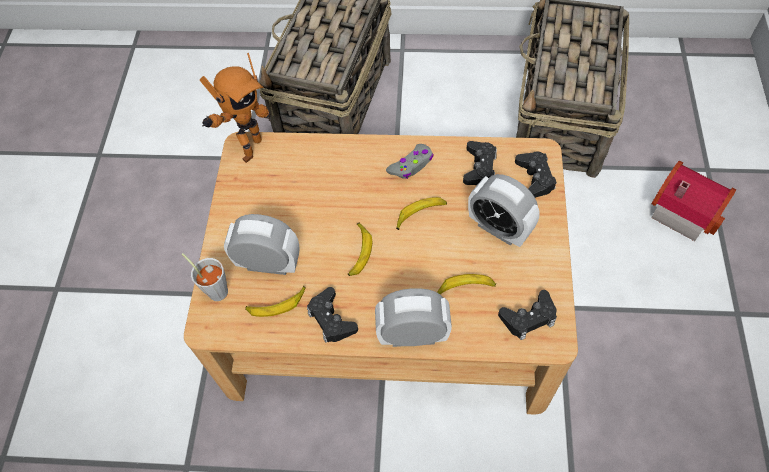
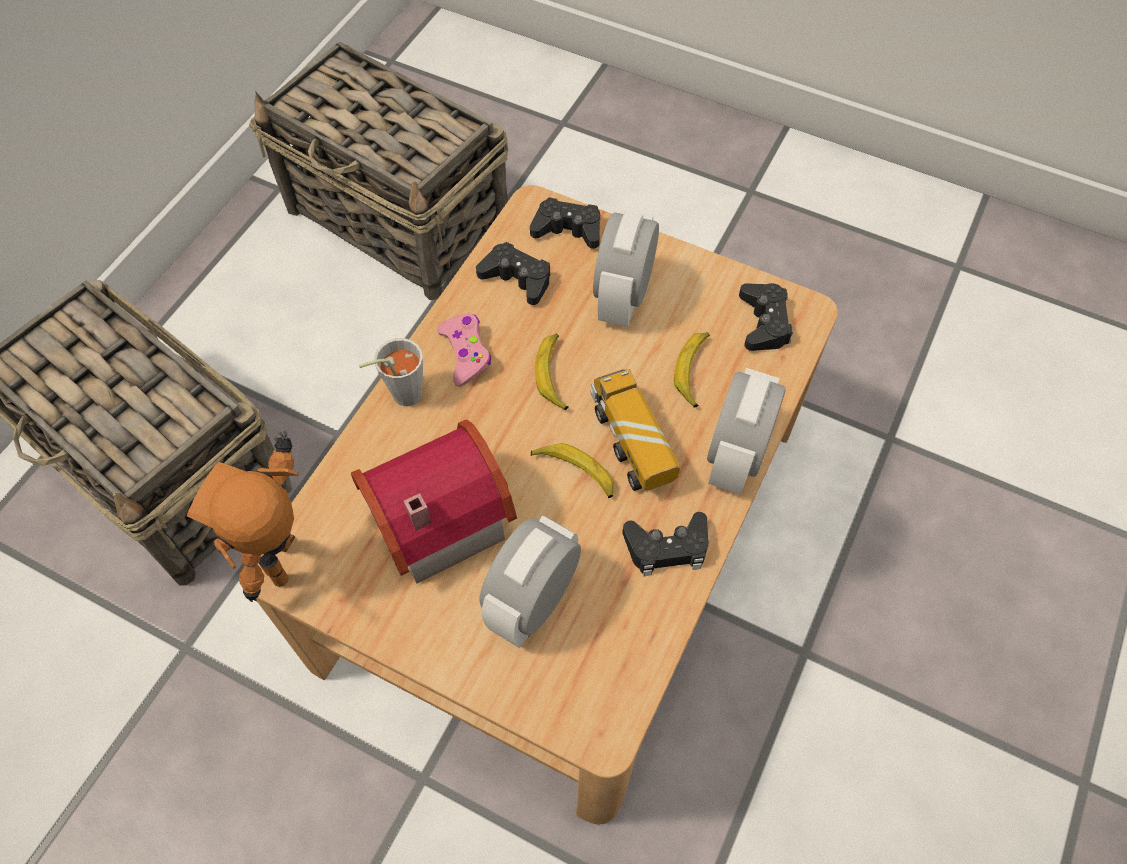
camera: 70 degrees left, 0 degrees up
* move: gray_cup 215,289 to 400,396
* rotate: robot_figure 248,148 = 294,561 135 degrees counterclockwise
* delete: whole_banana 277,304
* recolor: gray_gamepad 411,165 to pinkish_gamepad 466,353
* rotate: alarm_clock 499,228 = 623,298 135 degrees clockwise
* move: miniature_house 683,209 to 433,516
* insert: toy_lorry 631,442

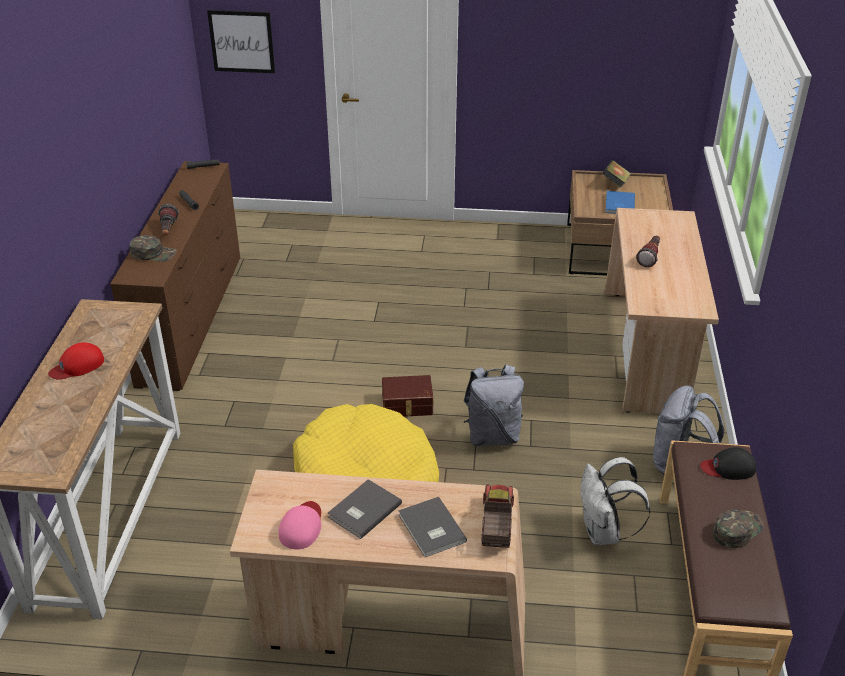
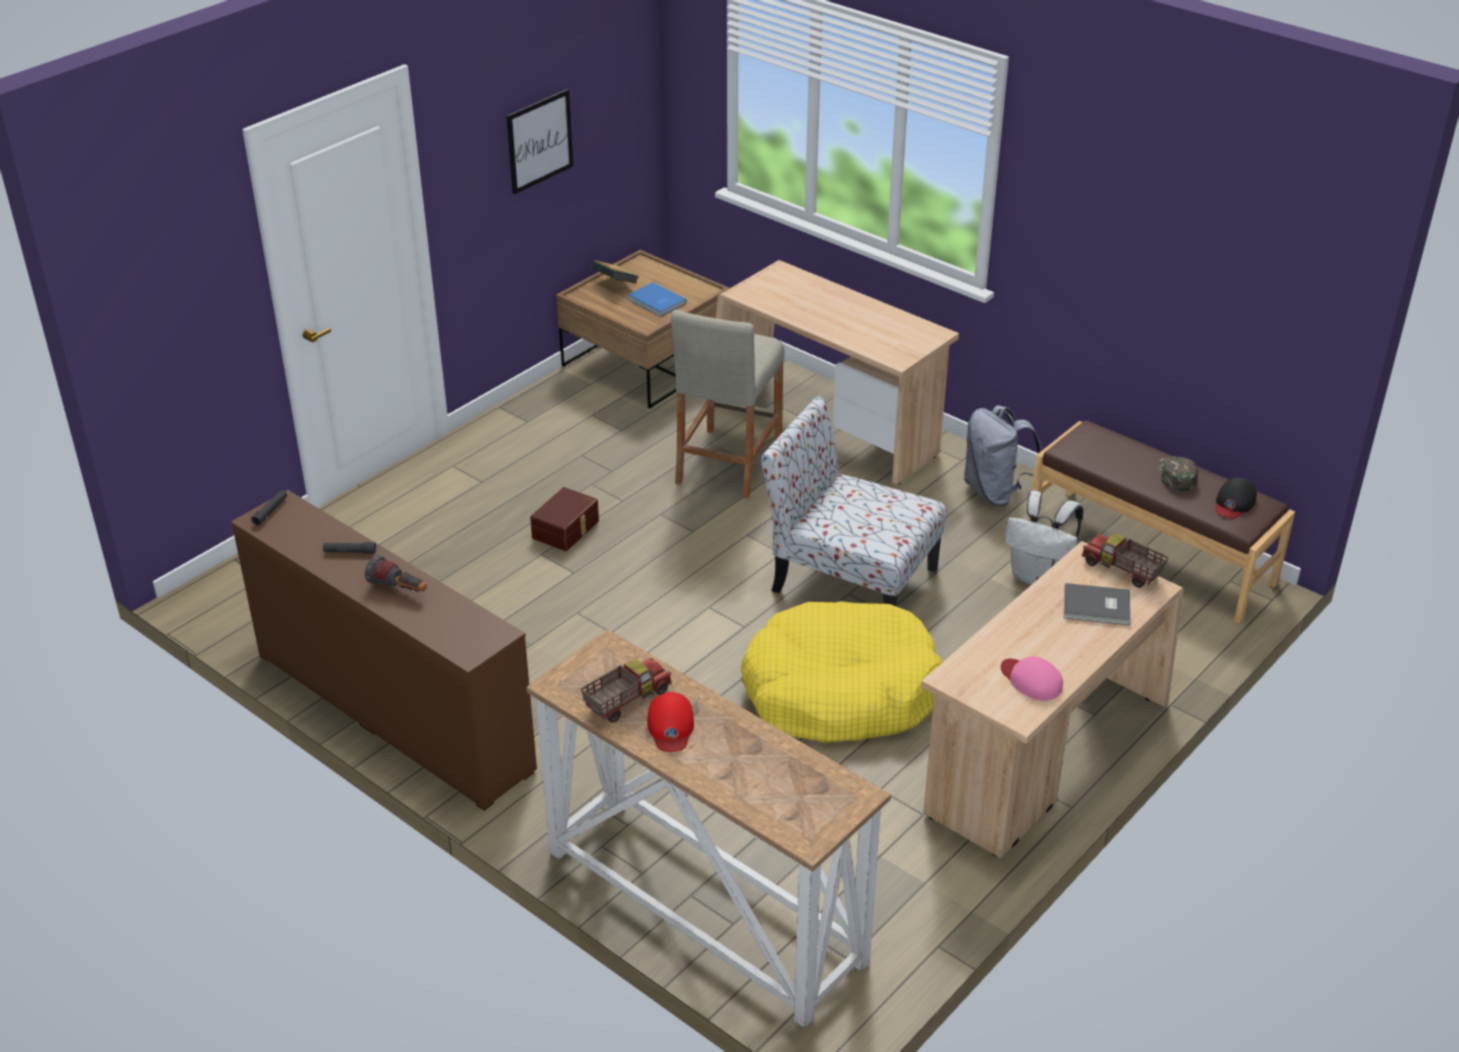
camera: 55 degrees left, 0 degrees up
* delete: green_cap 153,253
* move: picture 242,41 to 539,141
* delete: gray_book 362,510
* move: brown_storage_box 407,405 to 567,530
* replace: gray_backpack 492,436 to upright_chair 850,579
* delete: hand_torch 650,257
* move: black_cap 728,467 to 1234,503
* insert: toy_lorry 626,700
* insert: beige-coloured_sitting_stool 728,463

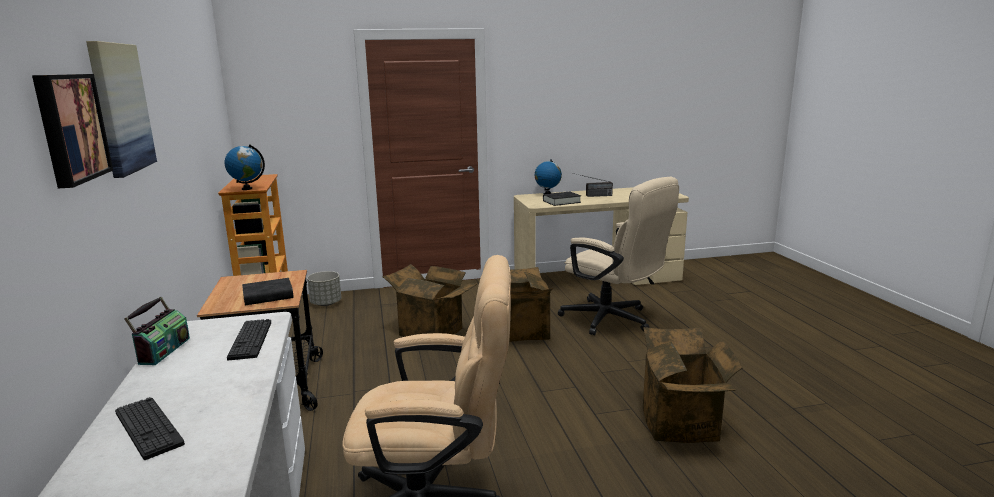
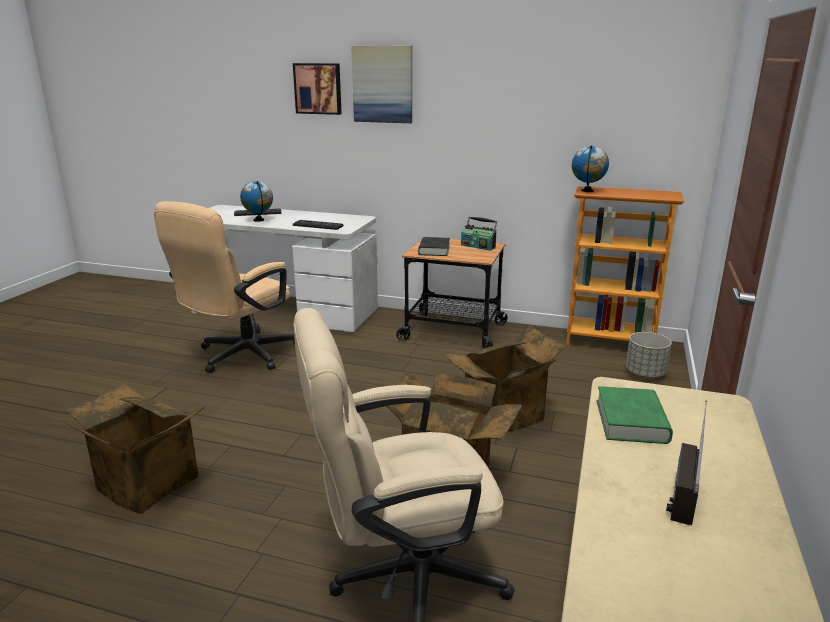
camera: 120 degrees right, 5 degrees up
* move: radio 163,351 to 478,246
* move: desk_globe 547,194 to 259,220
* recolor: black_book 561,201 to green_book 631,421

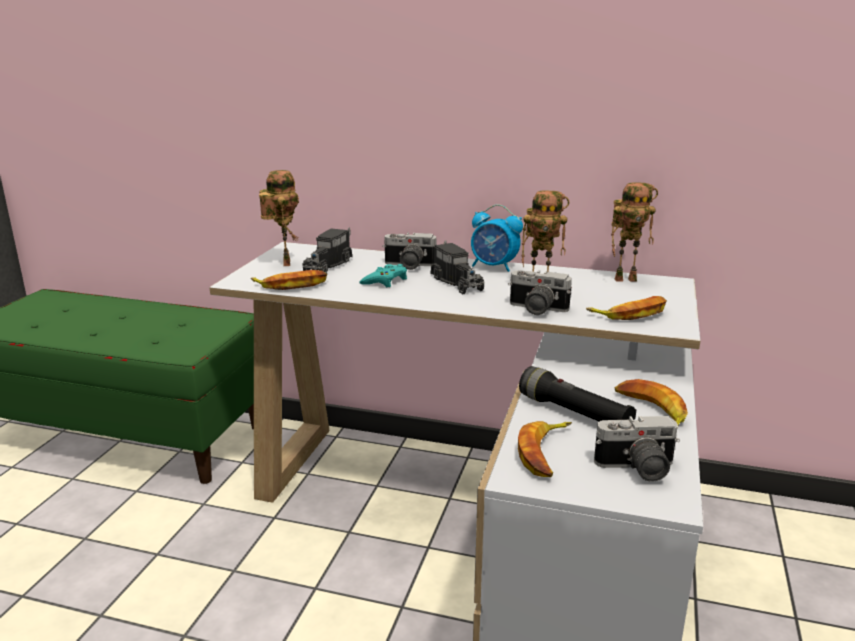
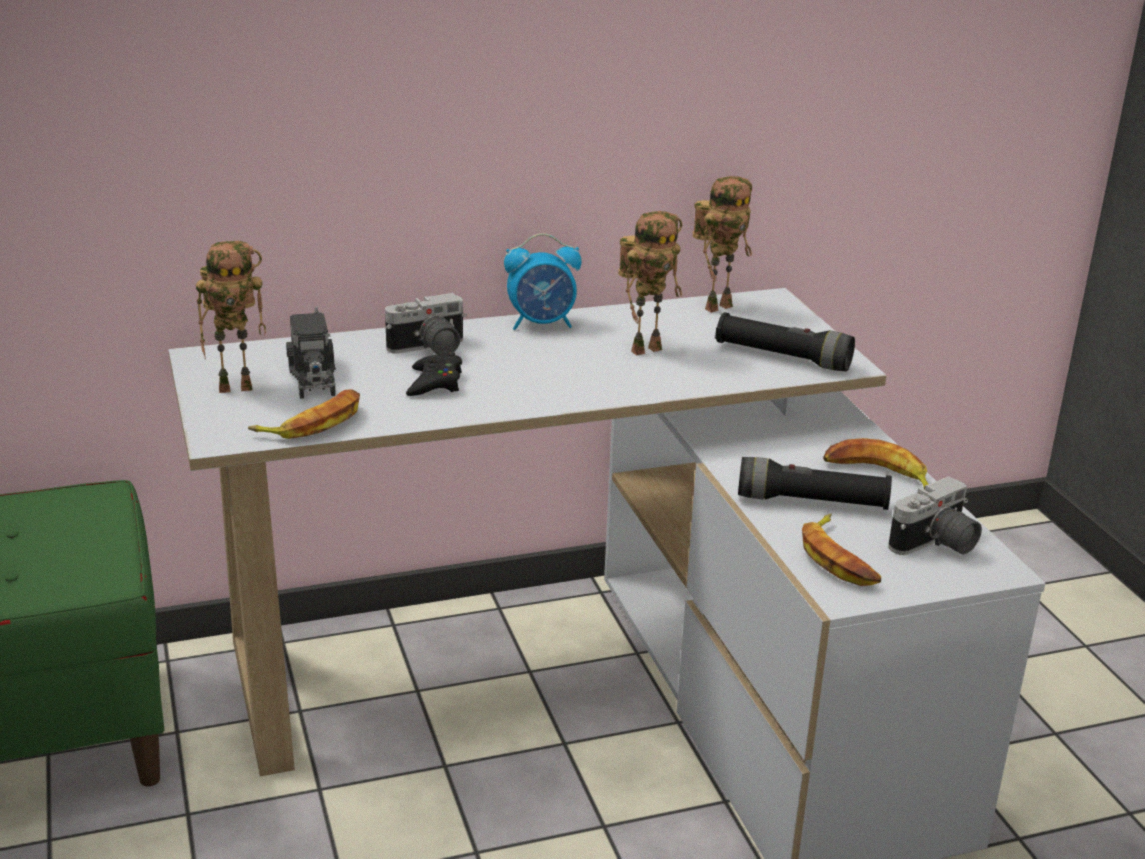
camera: 35 degrees left, 5 degrees up
* rotate: robot_figure 284,262 = 238,387 120 degrees clockwise
* recolor: turquoise_gamepad 385,281 to black_gamepad 435,382
* delete: toy_lorry 456,282
* delete: still_camera 536,310
* replace: whole_banana 630,314 to black_hand_torch 782,357

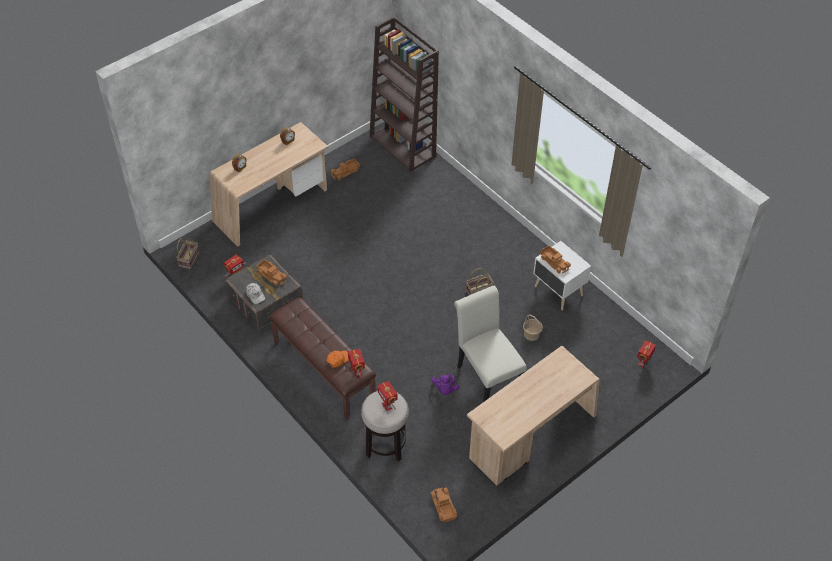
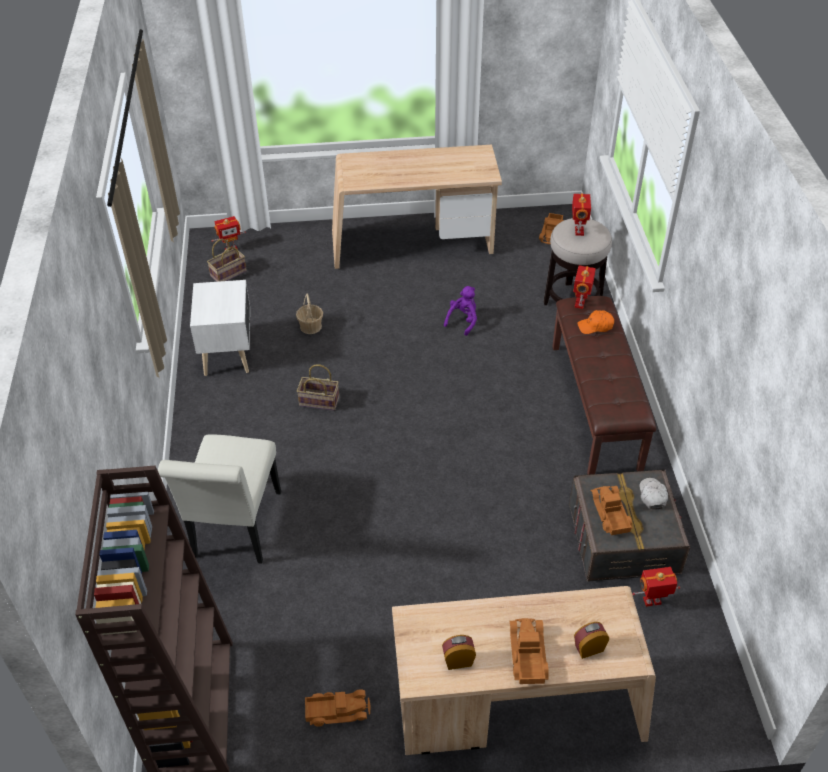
camera: 145 degrees left, 5 degrees down
* move: storage_basket 189,258 to 228,274
* move: white_upright_chair 486,375 to 235,530
* move: toy_lorry 554,262 to 526,654

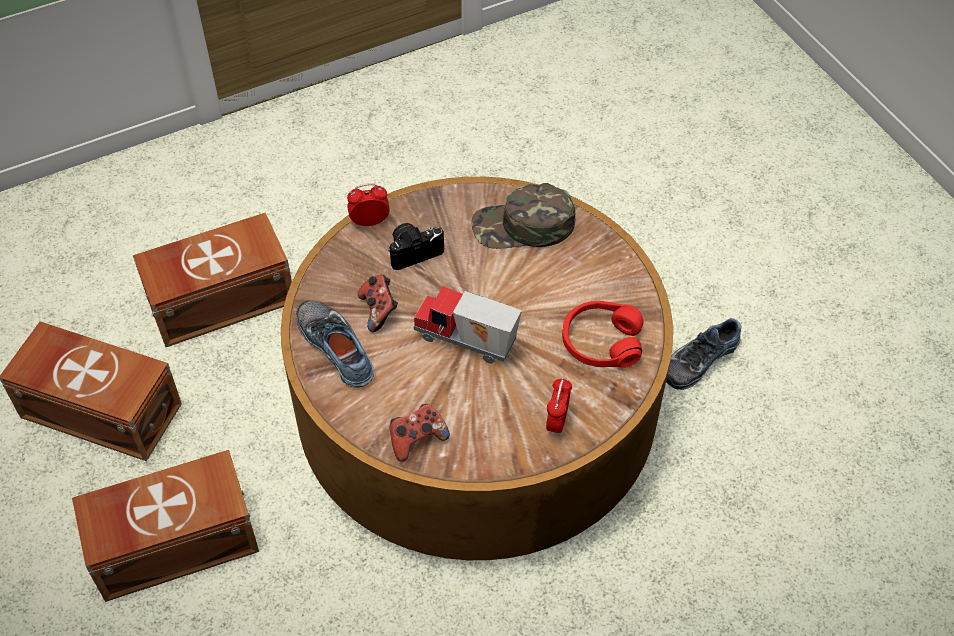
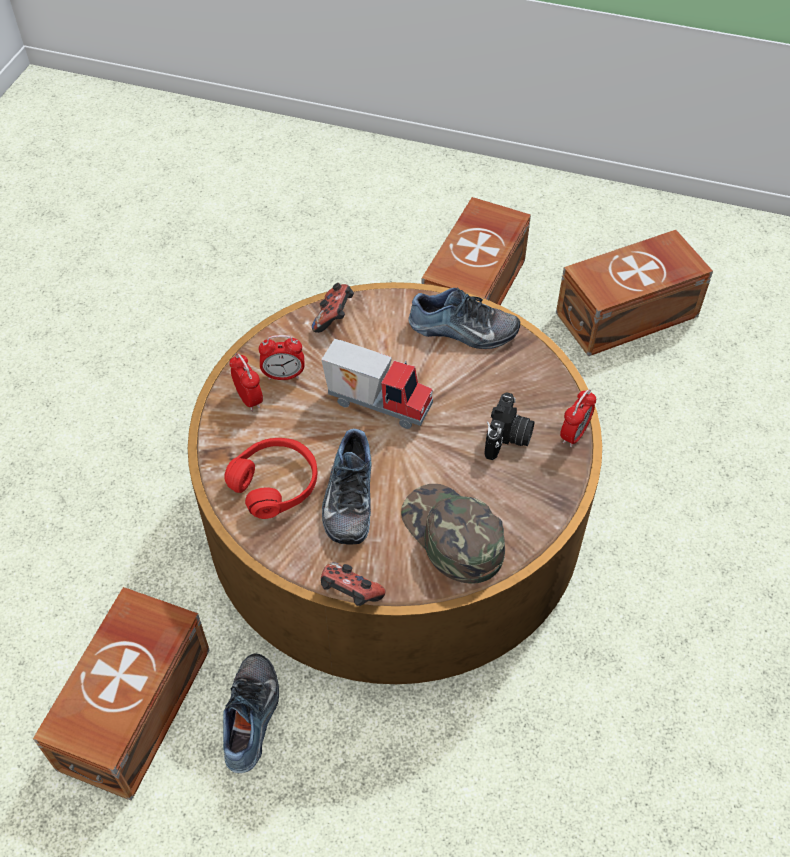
camera: 135 degrees right, 0 degrees up
* move: brown_storage_box 218,299 to 139,706
* move: gamepad 379,311 to 350,594
* rotate: toy_lorry 466,342 = 379,402 45 degrees clockwise
* rotate: green_cap 523,226 = 451,535 75 degrees counterclockwise
* insert: alarm_clock 283,375
* insert: shoe 347,497

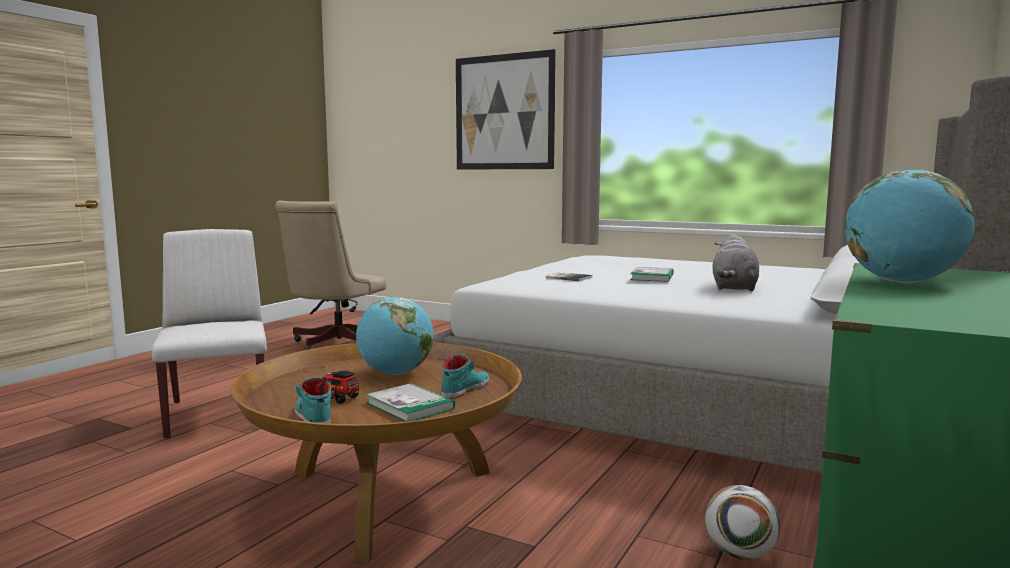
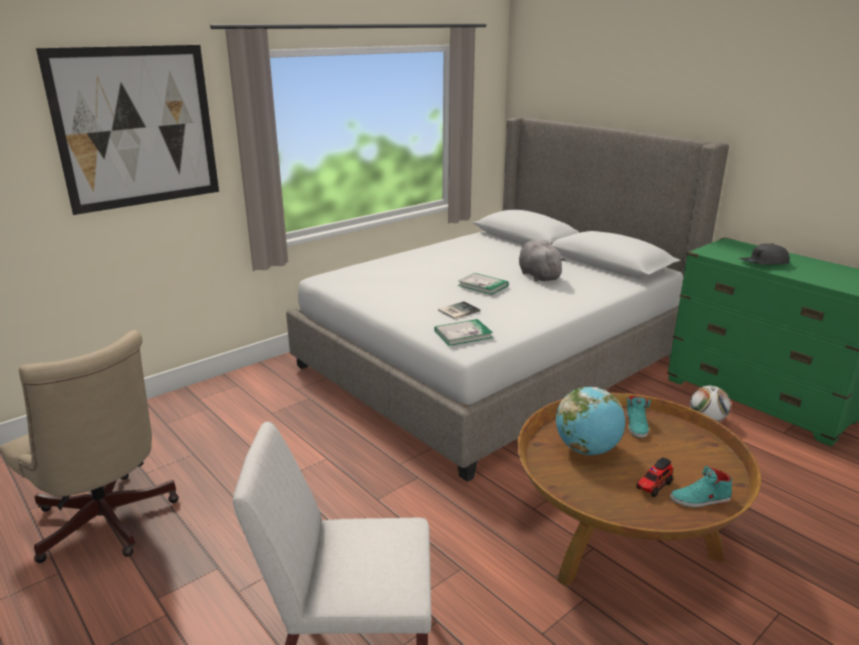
camera: 70 degrees left, 15 degrees up
* move: book 410,406 to 463,334
* rotate: turquoise_shoe 465,389 = 636,425 135 degrees counterclockwise
* rotate: gray_plush_toy 734,288 = 538,275 150 degrees counterclockwise
* replace: desk_globe 902,282 to gray_cap 763,263

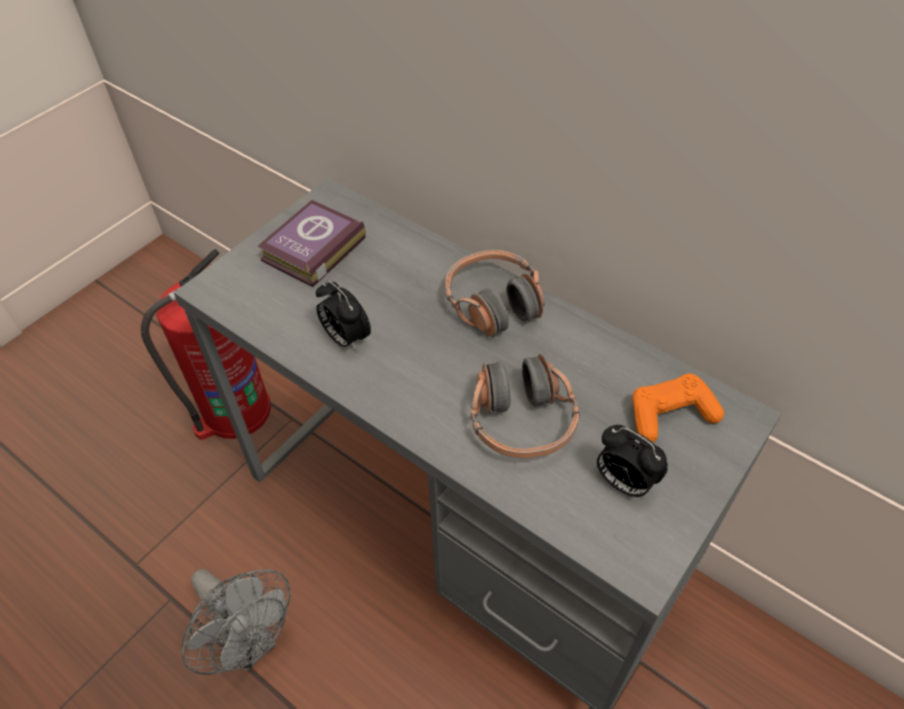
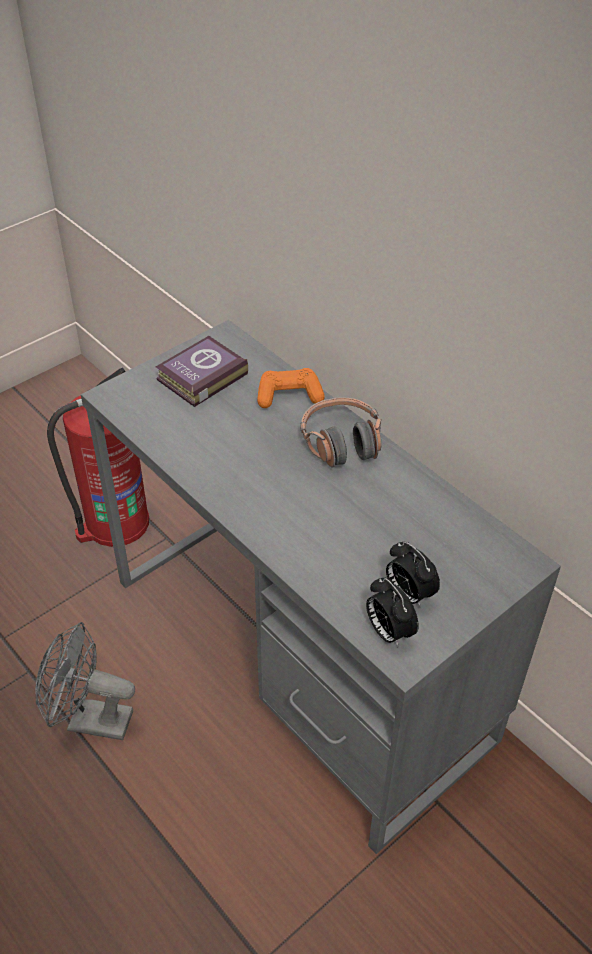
camera: 10 degrees right, 5 degrees down
* rotate: gray_electric_fan 251,643 = 90,720 135 degrees clockwise
* move: alarm_clock 345,338 to 388,632
* delete: headset 521,421
* move: orangey_gamepad 670,415 to 289,396

